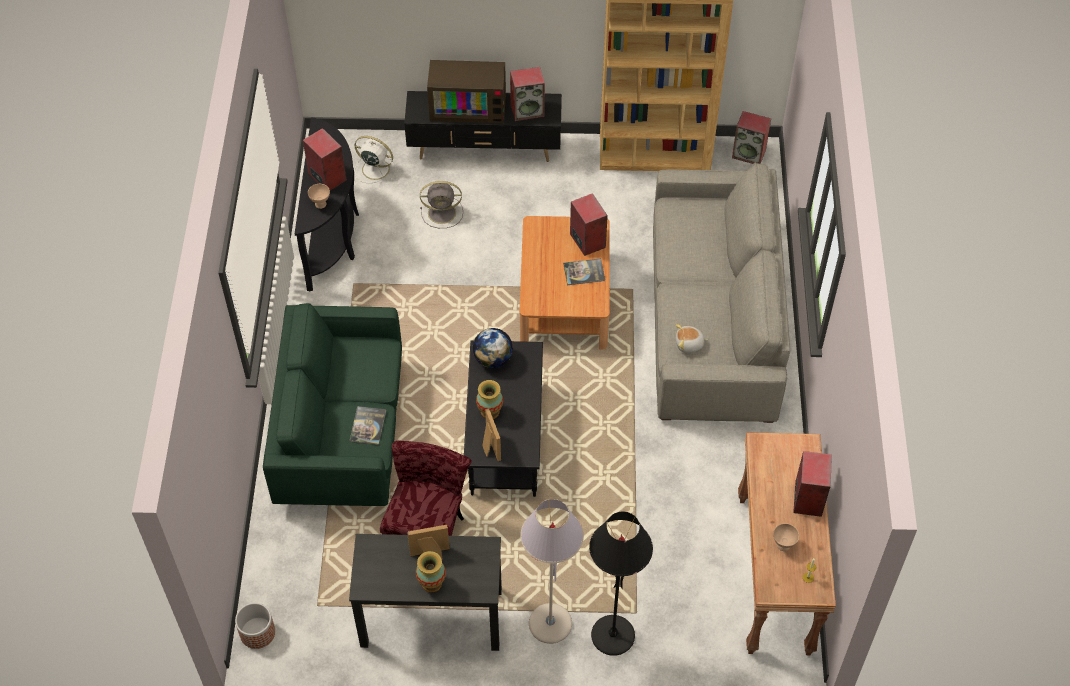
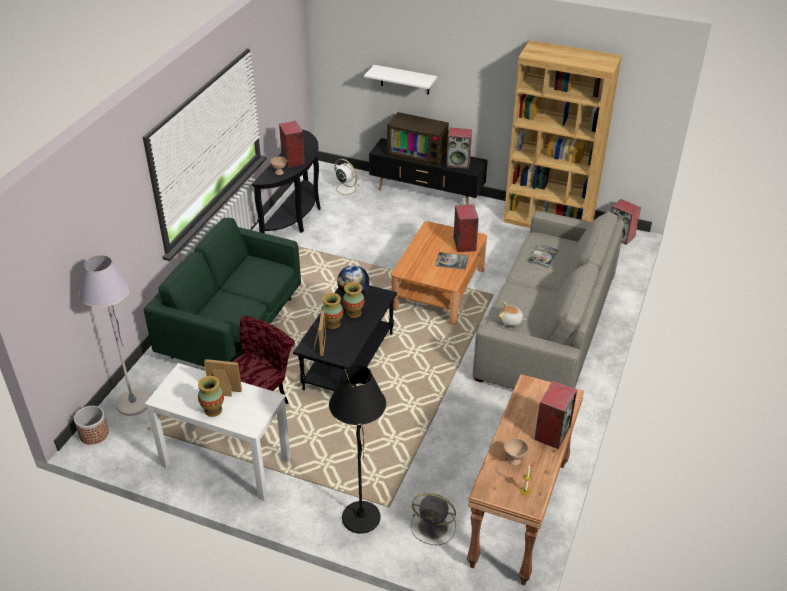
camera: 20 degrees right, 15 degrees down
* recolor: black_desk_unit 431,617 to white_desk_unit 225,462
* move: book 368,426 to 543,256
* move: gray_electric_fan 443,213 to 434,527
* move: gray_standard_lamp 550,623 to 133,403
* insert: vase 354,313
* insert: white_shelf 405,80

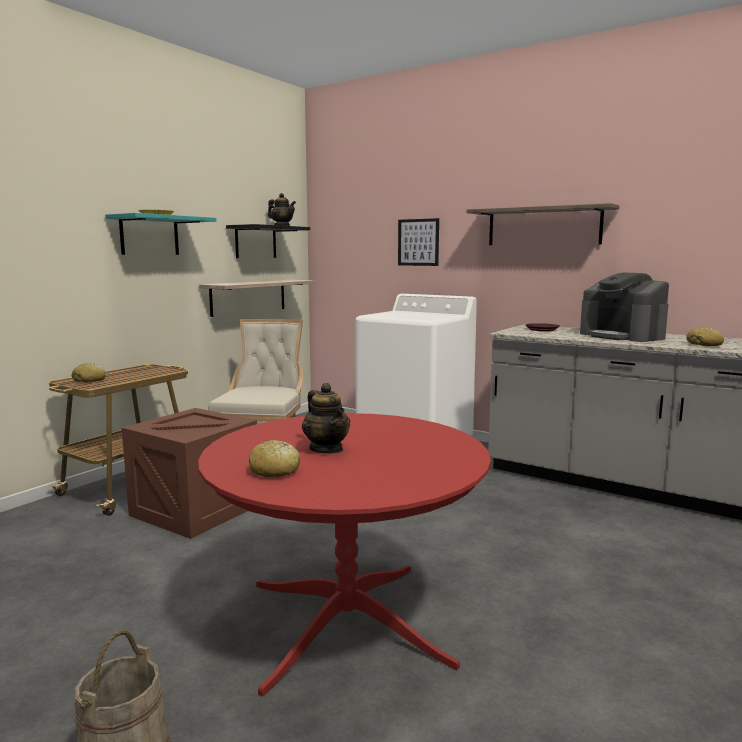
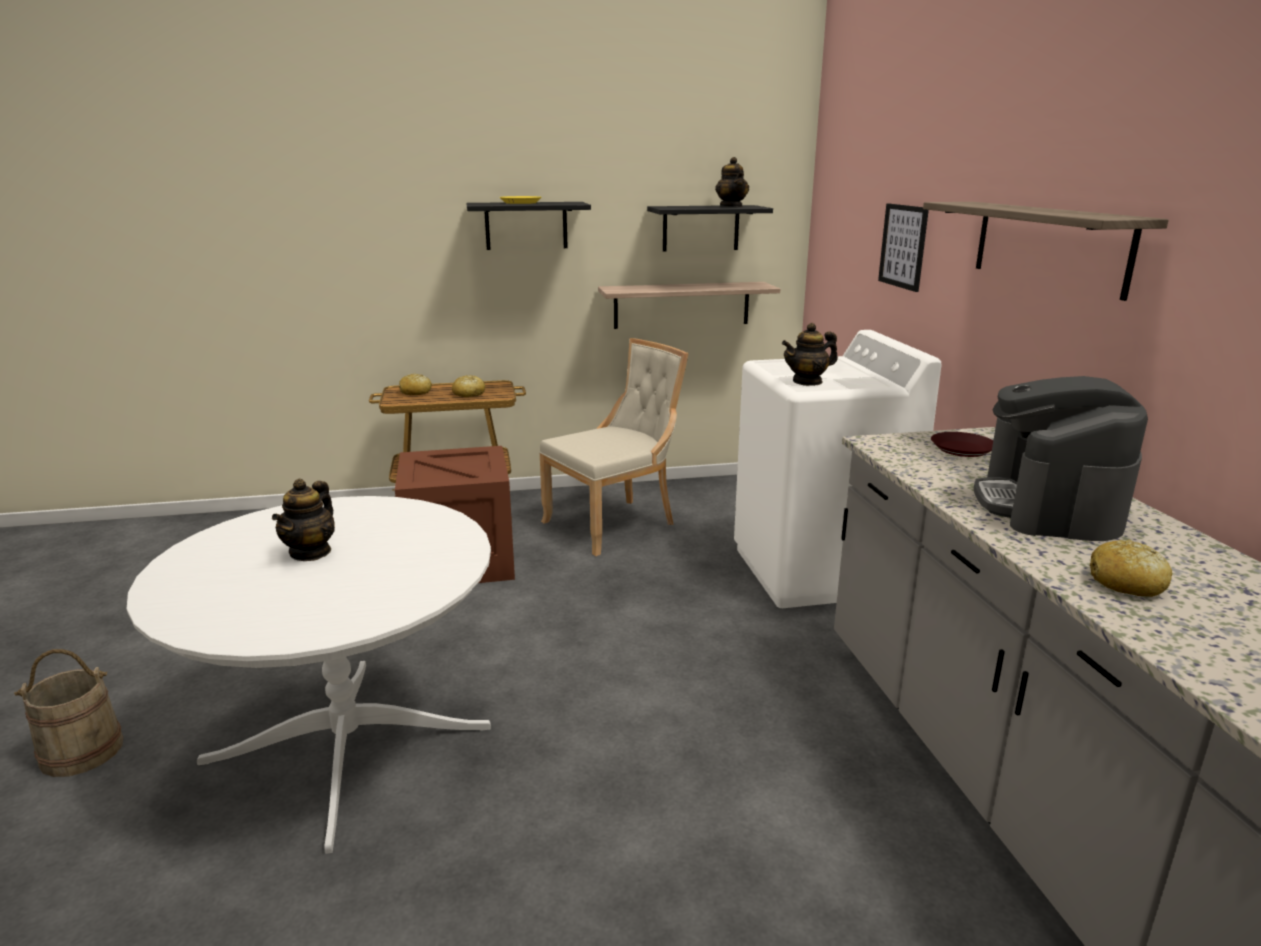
camera: 45 degrees right, 10 degrees up
* recolor: turquoise_shelf 149,235 to black_shelf 526,225
* recolor: red_dining_table 347,623 to white_dining_table 347,745
* move: bakery_bread 275,470 to 469,394
* insert: pot_for_tea 807,382

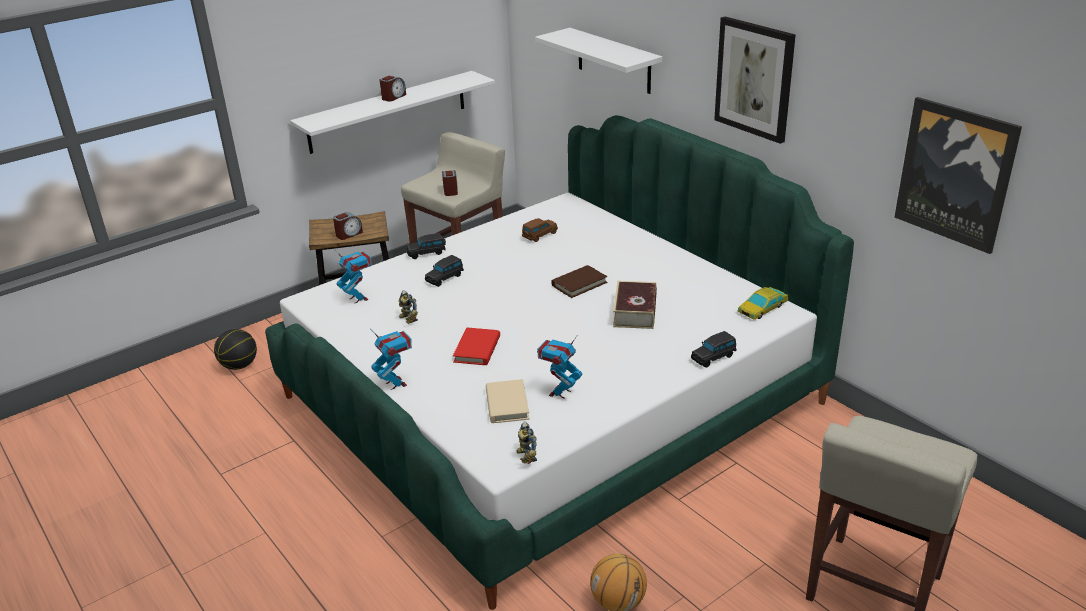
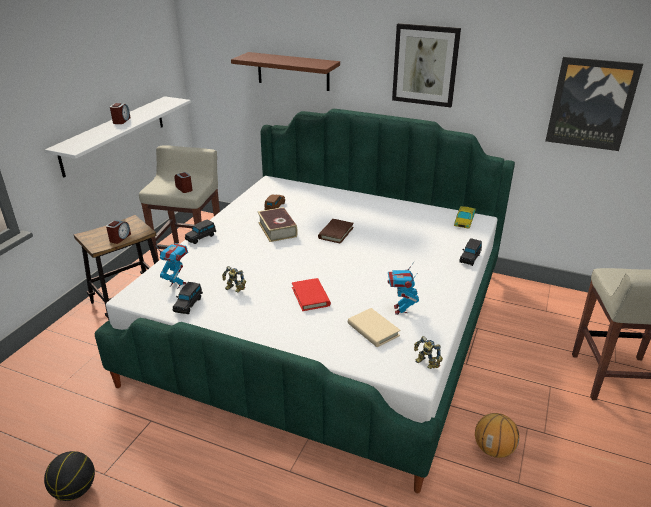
camera: 30 degrees left, 0 degrees up
* move: ball_for_basketball 239,365 to 74,490
* delete: robot_figure 396,383
* move: black_toy_car 445,278 to 188,304
* recolor: white_shelf 614,61 to brown_shelf 293,71
* move: book 635,312 to 277,229

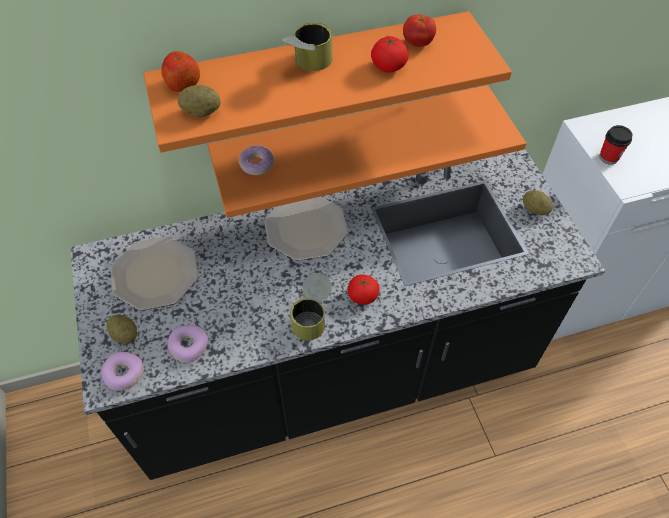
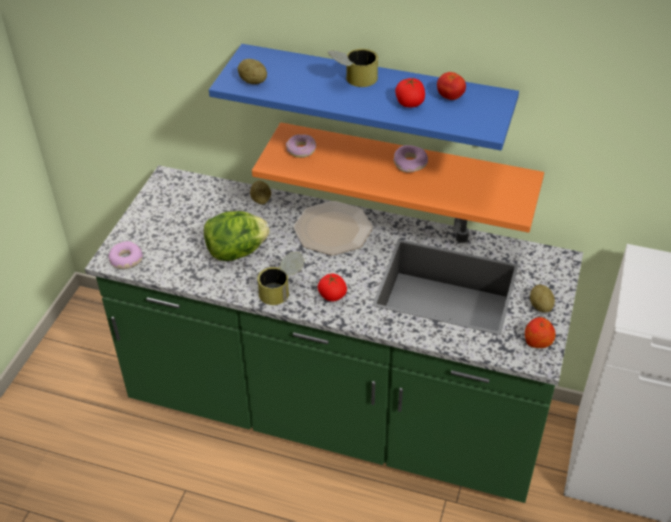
camera: 35 degrees right, 10 degrees down
* recolor: black_kitchen_counter 334,375 to green_kitchen_counter 337,412
* move: potato 125,335 to 261,200
* delete: flat_dish 156,274
* recolor: orangey_shelf 314,73 to blue_shelf 374,95
* move: whole_apple 183,84 to 537,341
* move: donut 189,346 to 410,163
* delete: cup 608,157
* insert: lettuce_head 236,251

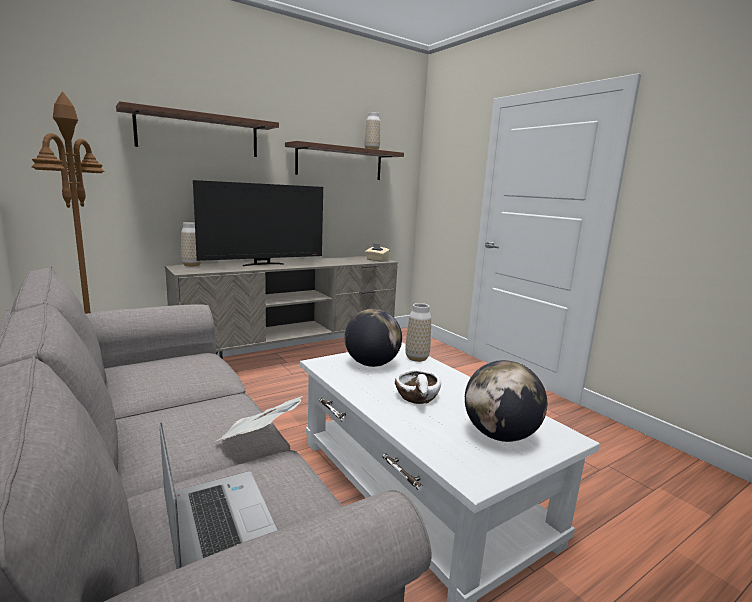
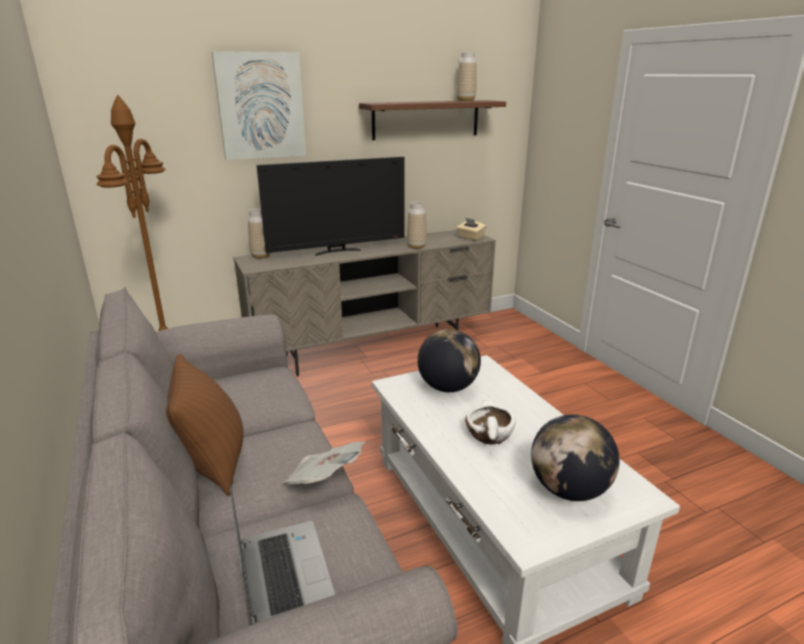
camera: 10 degrees right, 10 degrees up
* replace: brown_shelf 199,134 to picture 261,106
* move: vase 416,358 to 416,247
* insert: brown_cushion 212,463

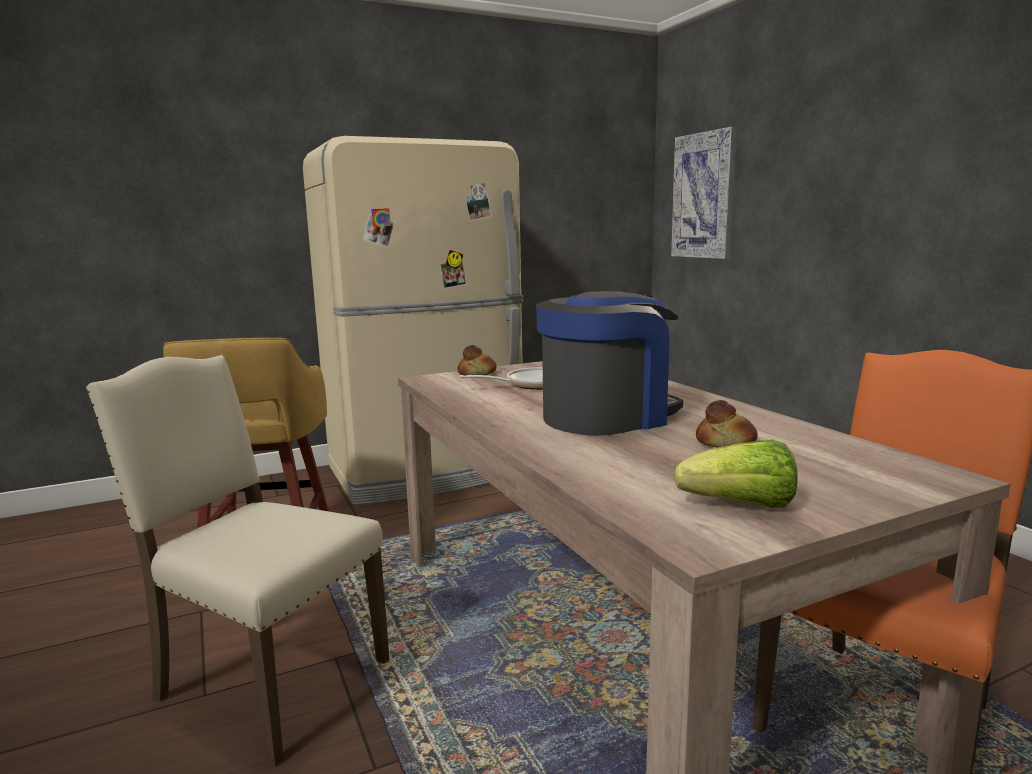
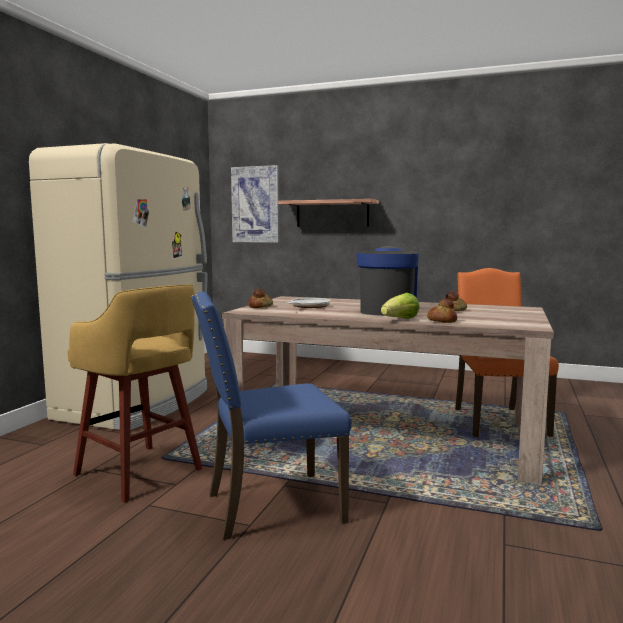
camera: 45 degrees left, 5 degrees down
* recolor: beige-coloured_upright_chair 266,681 to blue_upright_chair 270,506
* move: lettuce_head 741,506 to 400,319
* insert: shelf 332,214
* insert: bakery_bread 441,321

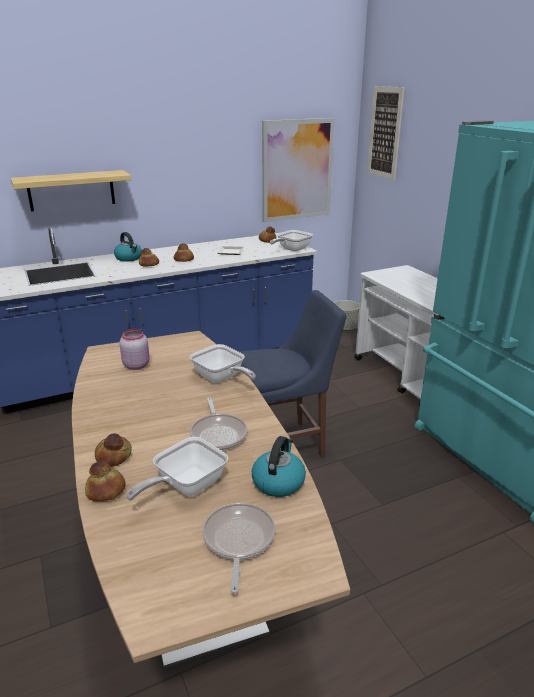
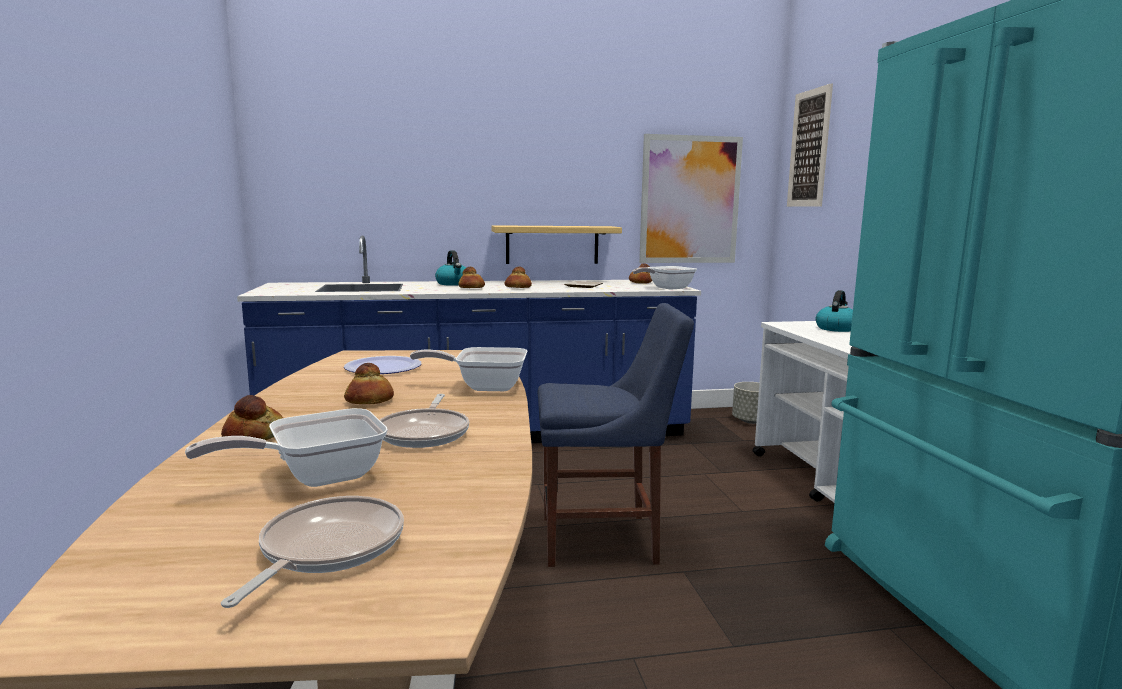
camera: 15 degrees right, 15 degrees down
* move: shelf 71,190 to 552,244
* move: bakery_bread 105,491 to 369,401
* replace: pinkish_storage_jar 136,365 to flat_dish 383,367
* rotate: pan 221,378 = 483,387 120 degrees clockwise
* move: water_kettle 278,481 to 836,328

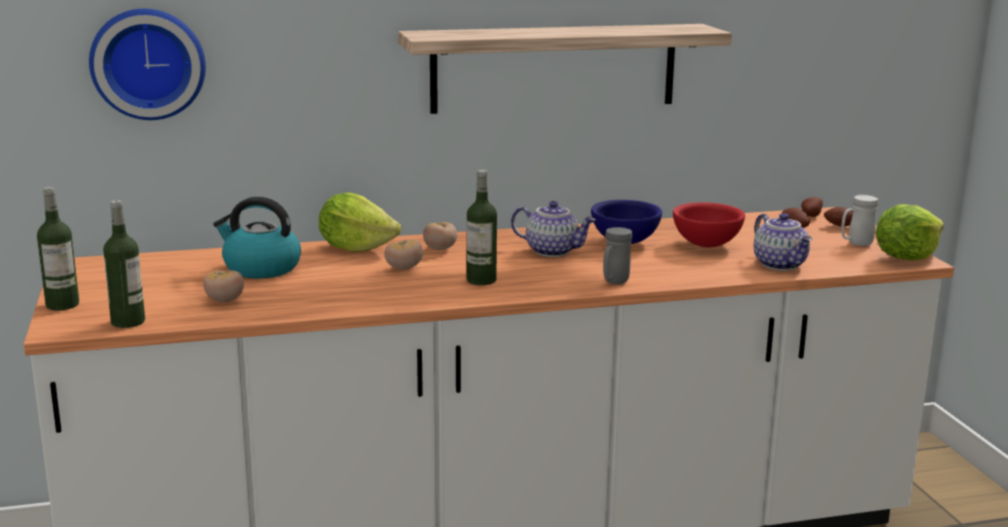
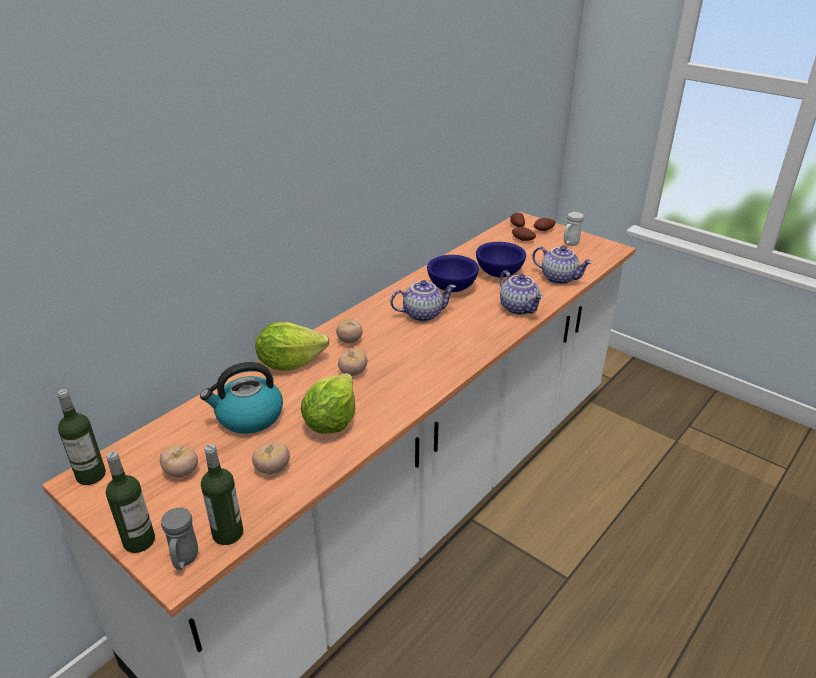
camera: 35 degrees left, 15 degrees up
* delete: wall_clock 148,63
* delete: shelf 554,68
* move: drink_bottle 481,280 to 91,475
* move: gray_tea_mug 614,282 to 184,561
* recolor: red_deep_dish 706,244 to blue_deep_dish 498,273
* move: lettuce_head 906,257 to 331,421
* insert: whole_tomato 181,472
* insert: pot_for_tea 519,308

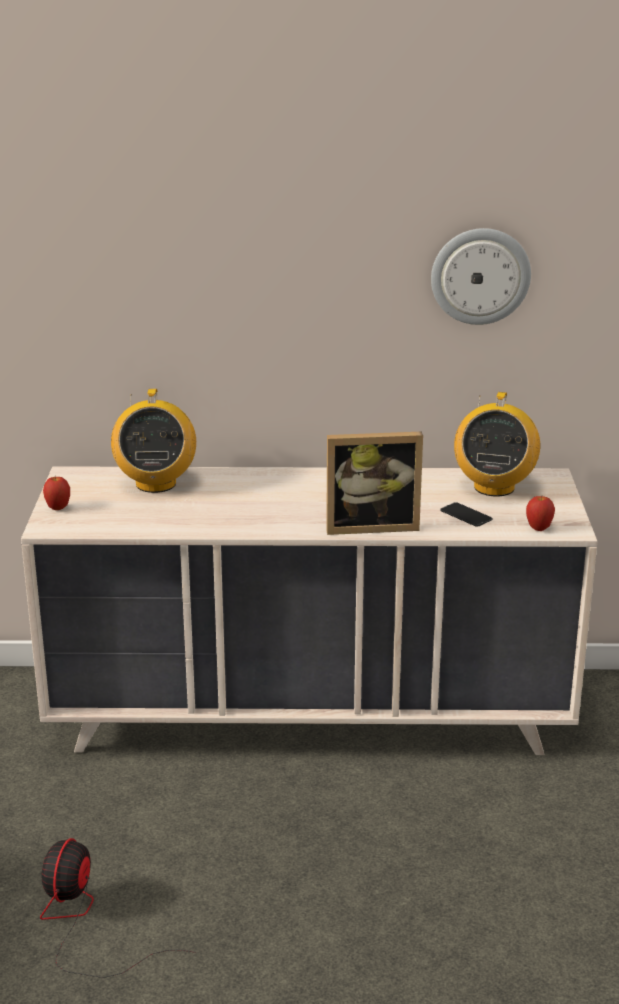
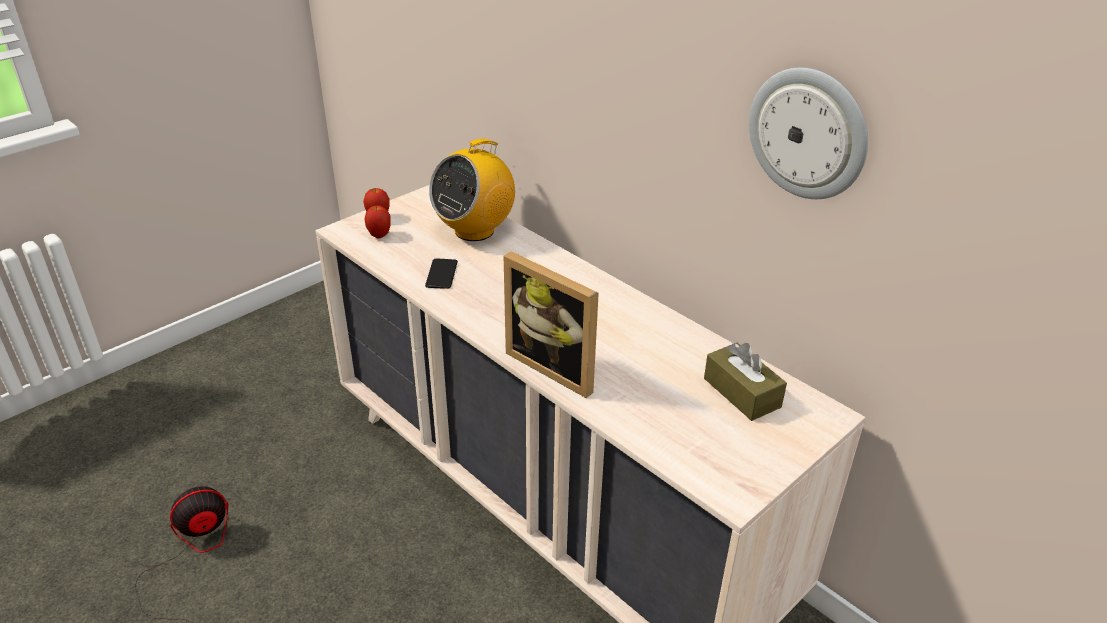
camera: 45 degrees right, 10 degrees up
* move: phone 466,515 to 441,274
* replace: radio 494,487 to brown_tissue_holder 741,393
* move: whole_apple 538,528 to 379,235

